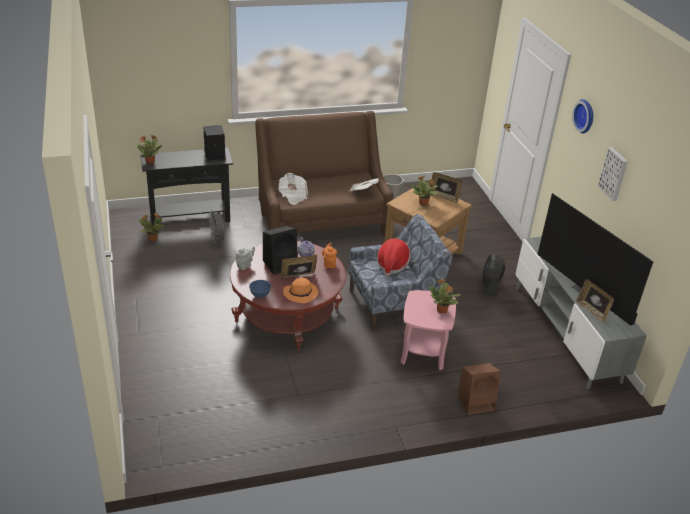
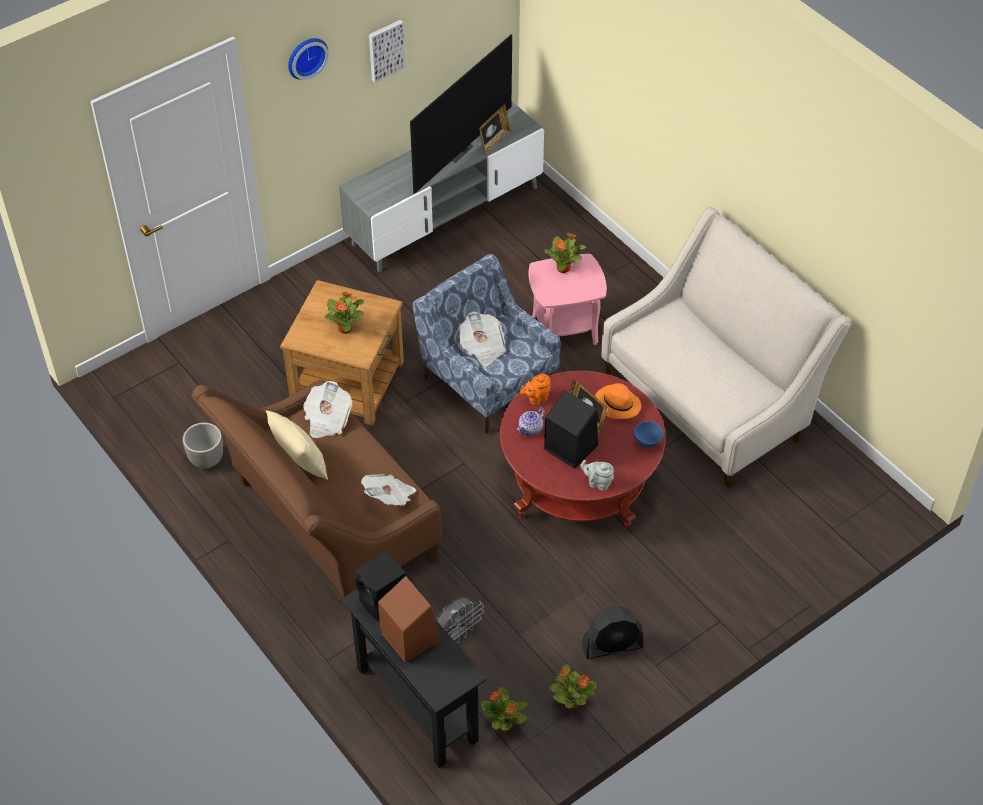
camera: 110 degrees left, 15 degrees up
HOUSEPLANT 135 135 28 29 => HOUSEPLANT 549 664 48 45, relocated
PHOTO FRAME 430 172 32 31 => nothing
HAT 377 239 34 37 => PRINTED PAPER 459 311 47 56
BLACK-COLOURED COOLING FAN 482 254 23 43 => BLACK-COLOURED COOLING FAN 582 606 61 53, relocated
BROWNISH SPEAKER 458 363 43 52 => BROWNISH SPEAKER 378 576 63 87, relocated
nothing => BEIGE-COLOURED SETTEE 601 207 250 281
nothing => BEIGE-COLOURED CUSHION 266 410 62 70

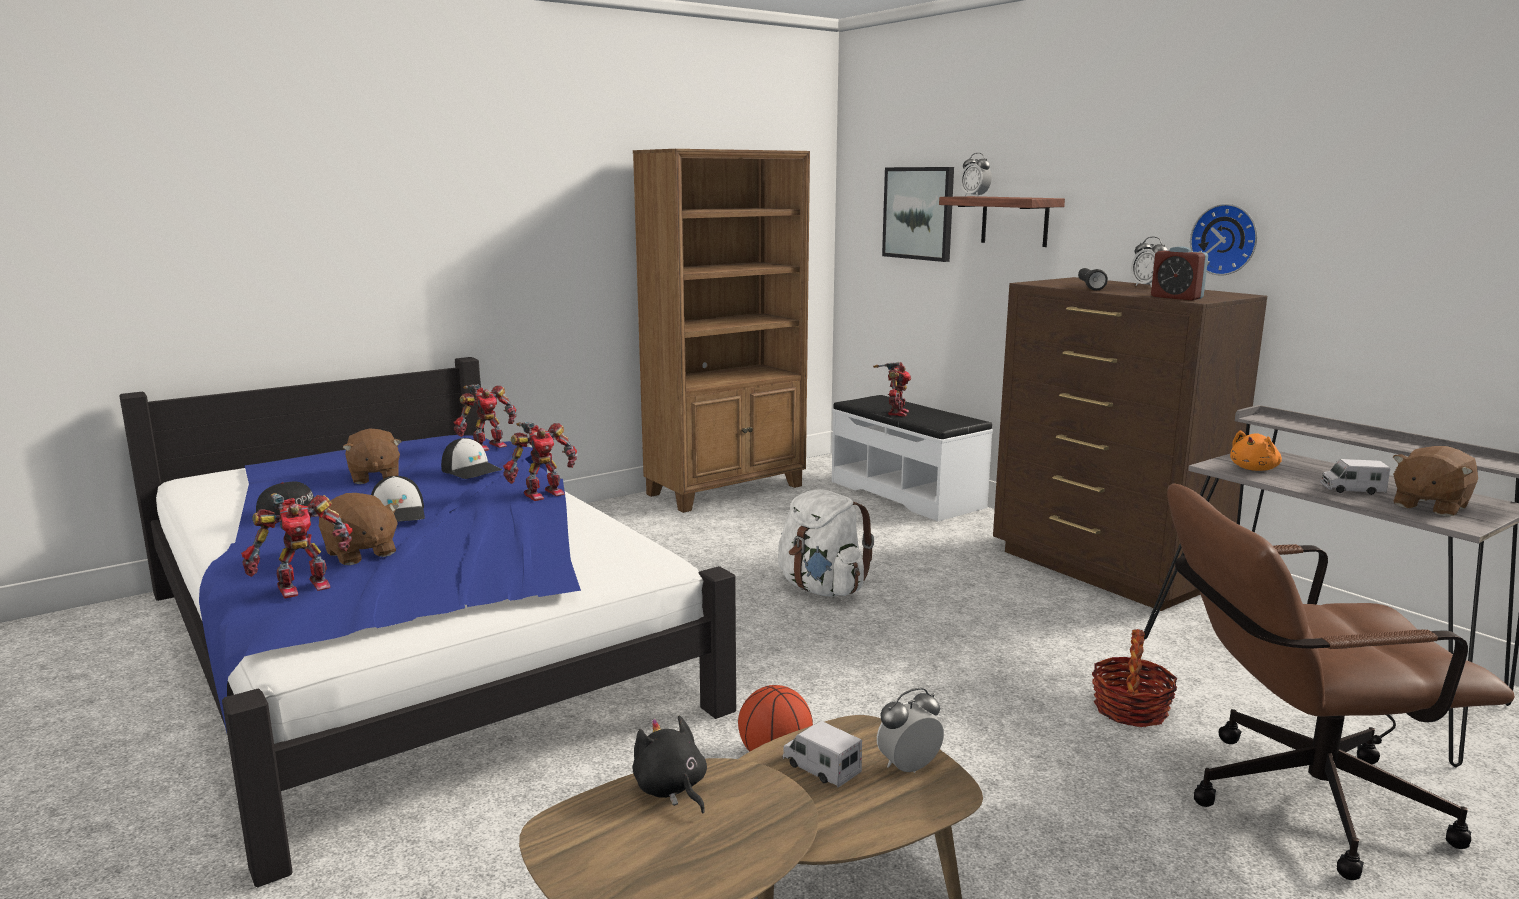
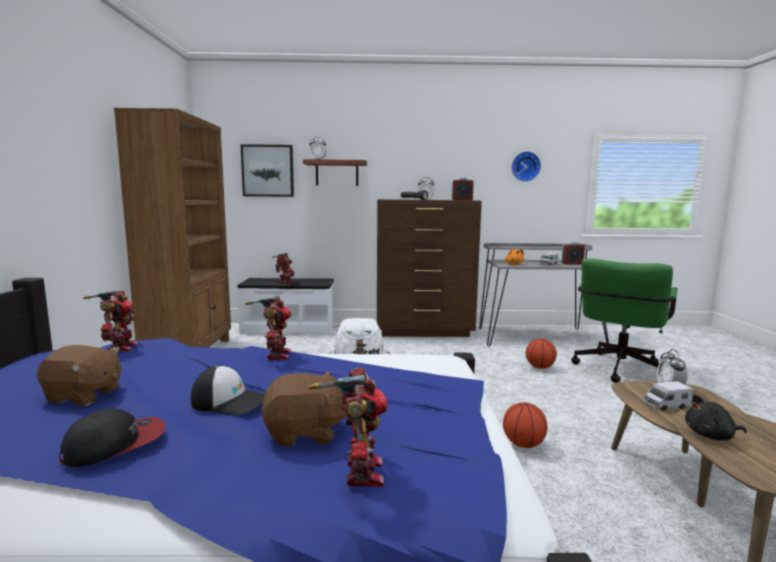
camera: 55 degrees left, 5 degrees down
CLOCK ON THE WALL 1190 204 67 72 => CLOCK ON THE WALL 512 151 29 31, relocated
PEAKED CAP 441 438 62 41 => nothing
BROWNISH SOFT TOY 1393 446 85 70 => ALARM CLOCK 561 242 24 23
BROWNISH OFFICE CHAIR 1167 483 348 397 => GREEN OFFICE CHAIR 571 259 107 124
BASKET 1092 629 86 98 => BALL FOR BASKETBALL 526 338 31 31

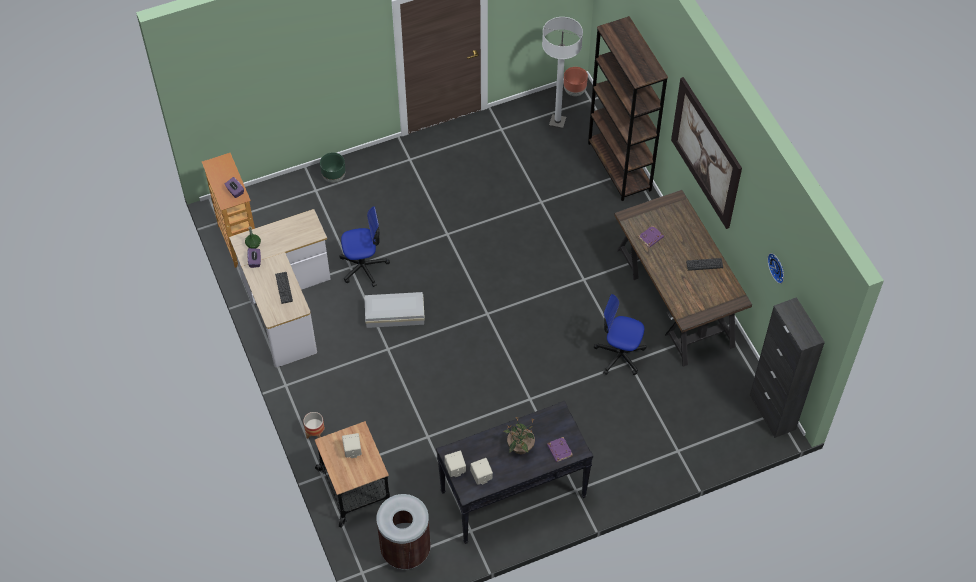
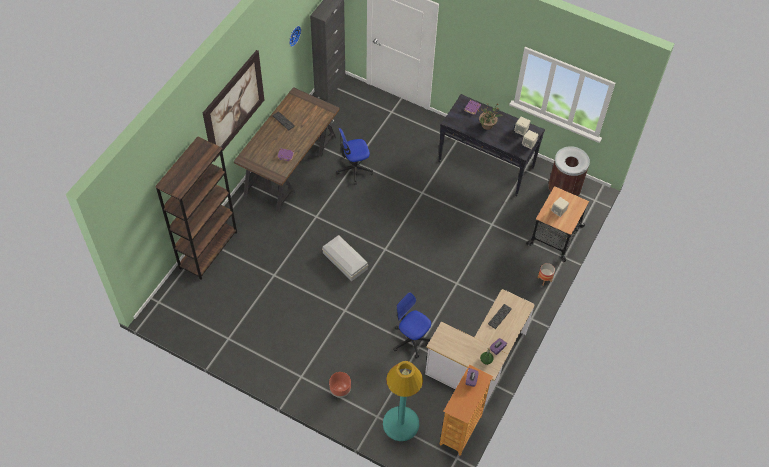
camera: 130 degrees left, 0 degrees up
WHITE-COLOURED STANDING LAMP 542 17 41 112 => nothing
BROWNISH FLOWER POT 564 67 24 29 => BROWNISH FLOWER POT 329 372 22 26, relocated
GREEN FLOWER POT 320 152 26 31 => nothing
WHITE-COLOURED STORAGE CONTAINER 365 292 60 36 => WHITE-COLOURED STORAGE CONTAINER 322 235 46 46, relocated
OFFICE CHAIR 594 294 52 81 => OFFICE CHAIR 336 128 37 57, 90 degrees clockwise
nothing => TURQUOISE STANDING LAMP 383 361 40 80

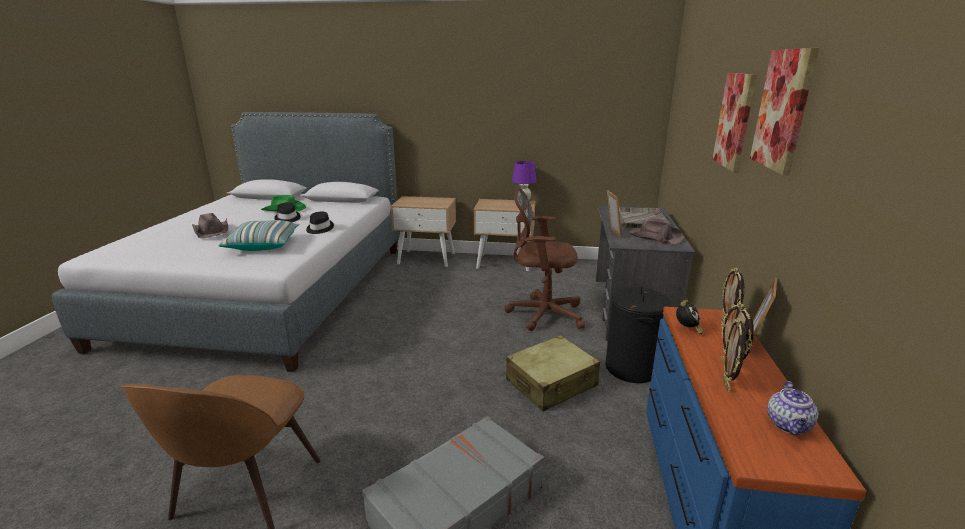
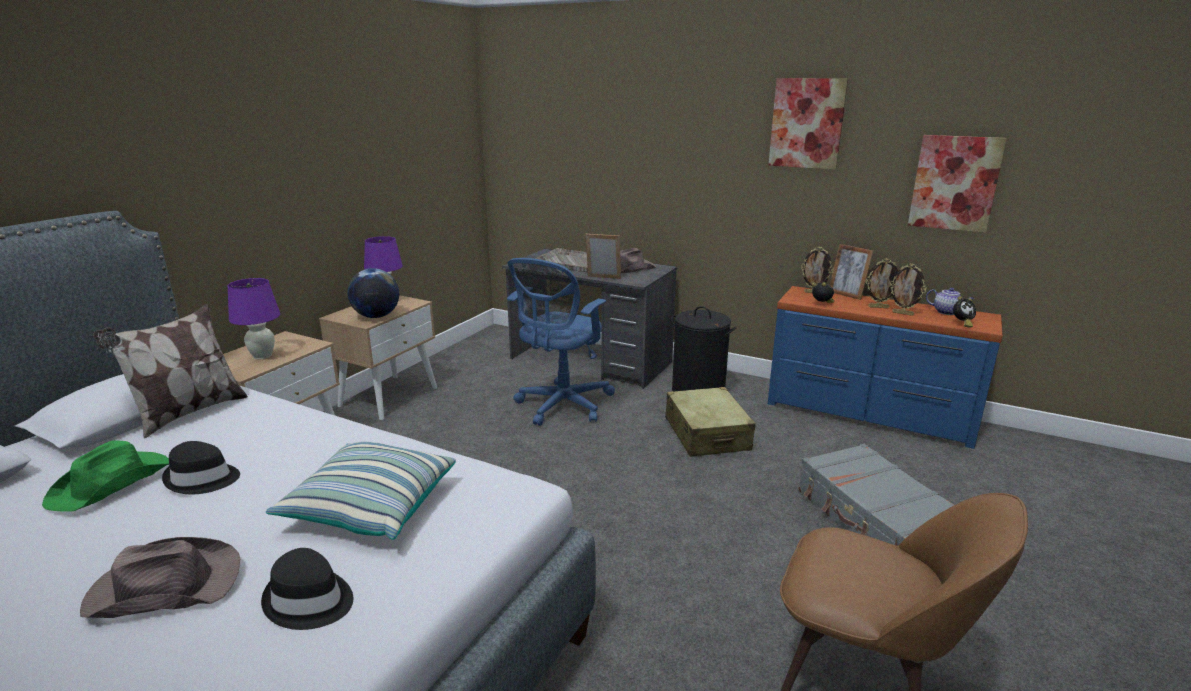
camera: 70 degrees left, 0 degrees up
WALL PICTURE 713 73 44 99 => WALL PICTURE 908 135 99 98, relocated
BROWNISH OFFICE CHAIR 504 187 81 144 => BLUE OFFICE CHAIR 507 258 108 168
BLACK-COLOURED HAT 306 212 28 22 => BLACK-COLOURED HAT 261 548 92 82, relocated
nothing => WORLD GLOBE 347 268 52 50
nothing => PURPLE TABLETOP LAMP 227 278 53 81
nothing => ALARM CLOCK 953 296 23 32
nothing => CUSHION 93 304 155 135

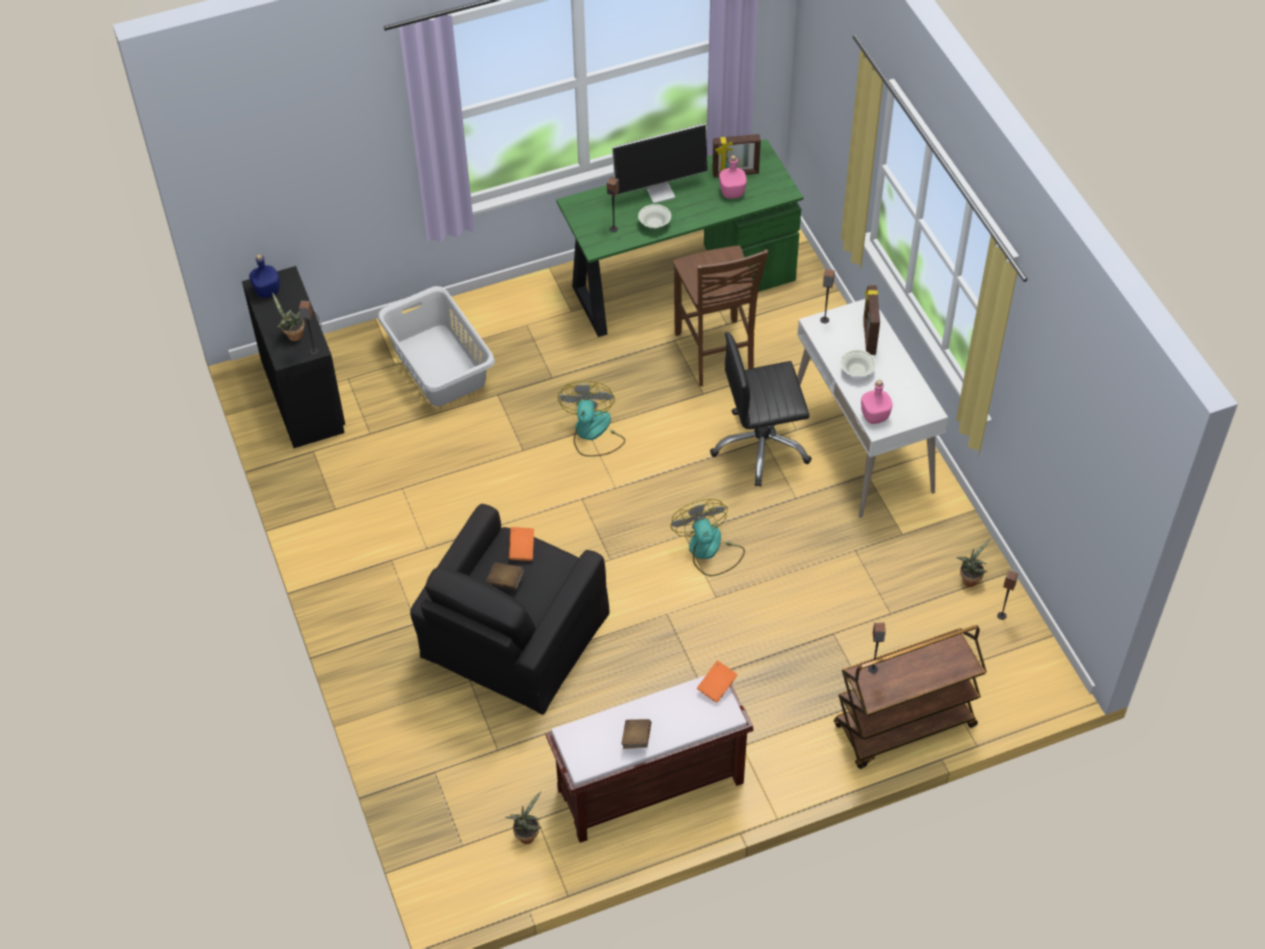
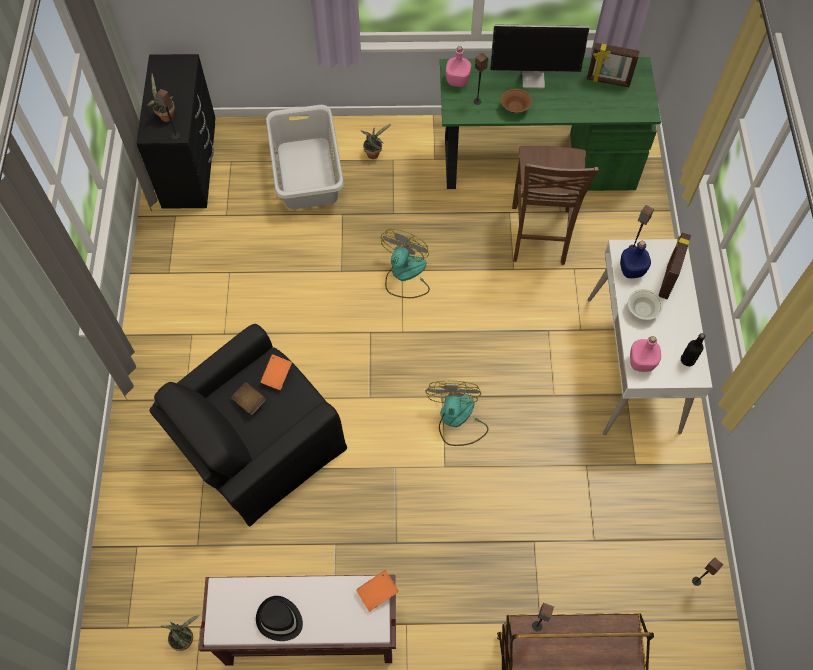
camera: 20 degrees right, 10 degrees up
PINKISH BOTTLE 719 155 28 44 => PINKISH BOTTLE 446 46 25 41, relocated
WHITE-COLOURED BOWL 638 204 33 25 => BROWNISH BOWL 501 89 31 24
BLUE BOTTLE 249 254 31 44 => BLUE BOTTLE 620 241 31 37, relocated
BLACK-COLOURED OFFICE CHAIR 710 332 102 155 => nothing
HOUSEPLANT 956 538 35 49 => HOUSEPLANT 360 124 31 35, relocated
BROWNISH BOUND BOOK 621 719 30 30 => BLACK-COLOURED HAT 256 596 47 45
nothing => BLACK-COLOURED BOTTLE 681 333 24 33

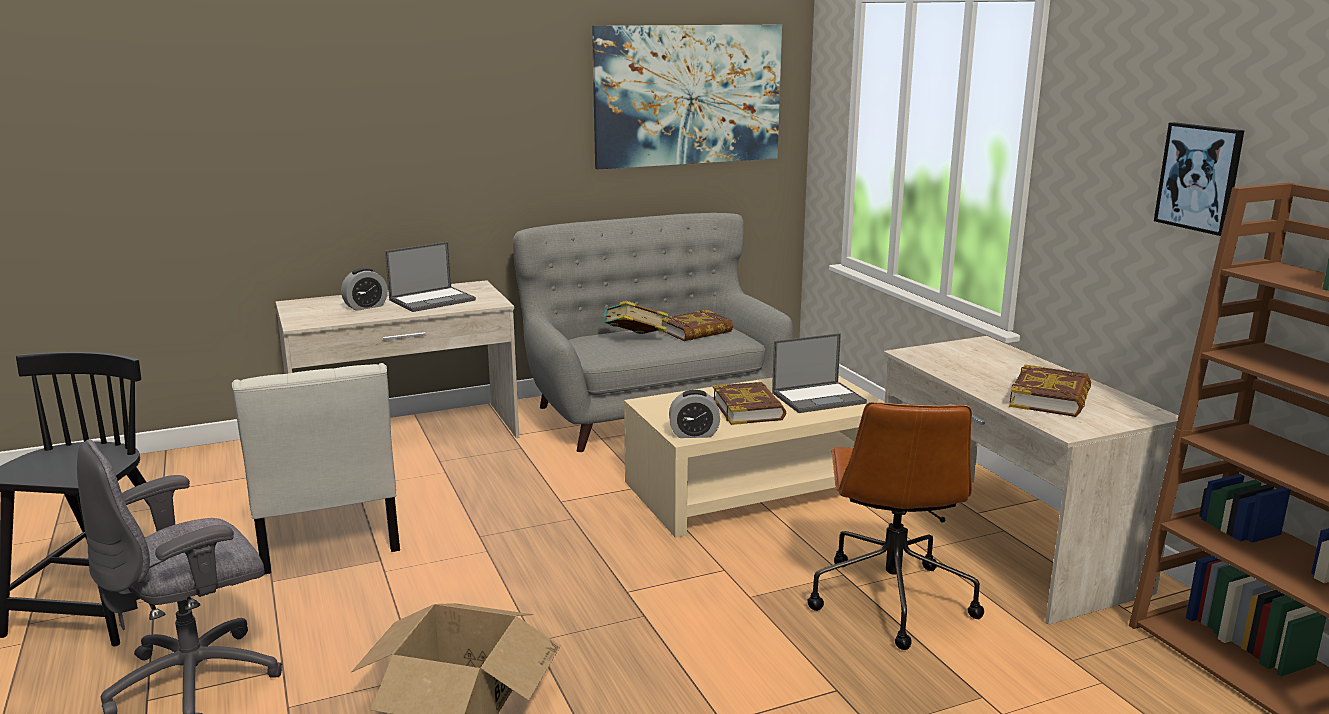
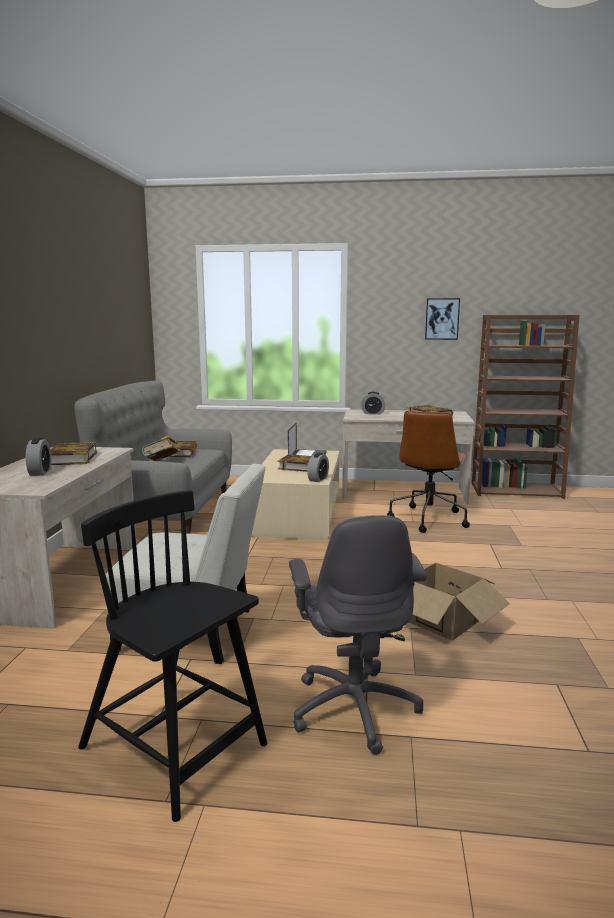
camera: 60 degrees left, 5 degrees down
WALL PICTURE 592 25 190 145 => nothing
NOTEBOOK COMPUTER 385 242 91 70 => BOUND BOOK 50 442 47 23
BROWNISH OFFICE CHAIR 807 402 177 248 => BROWNISH OFFICE CHAIR 387 411 83 122, 75 degrees clockwise
nothing => ALARM CLOCK 361 392 24 22

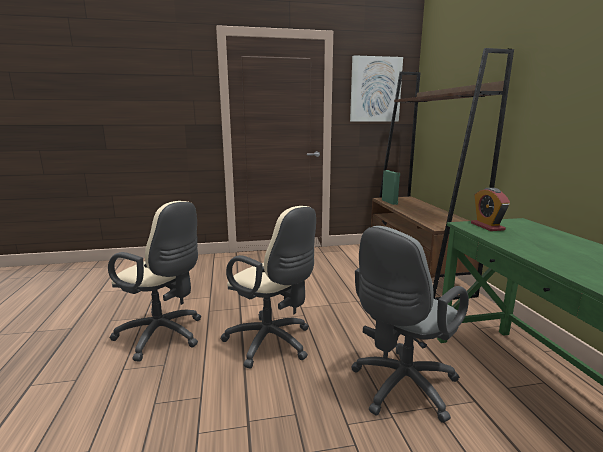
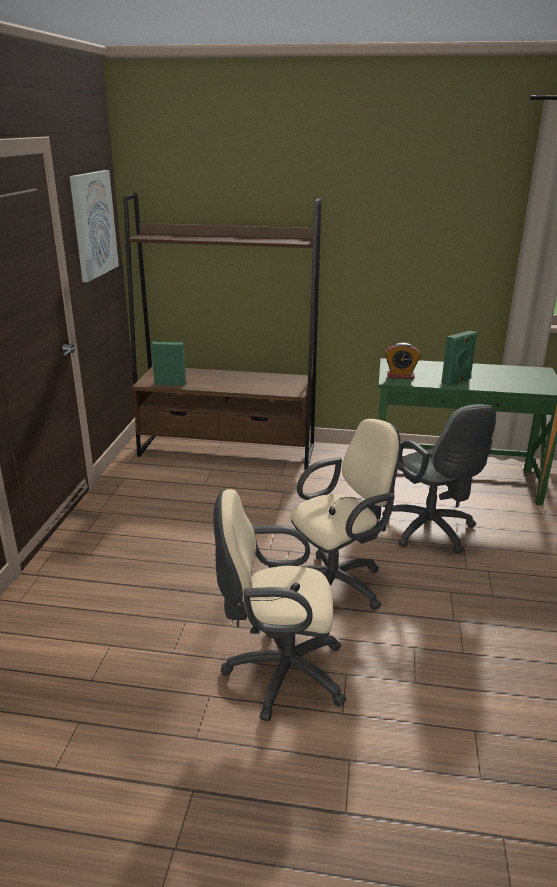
camera: 70 degrees left, 10 degrees up
BEIGE-COLOURED OFFICE CHAIR 108 201 93 161 => BEIGE-COLOURED OFFICE CHAIR 213 489 133 232, 135 degrees counterclockwise
nothing => GREEN SPEAKER 441 331 36 55

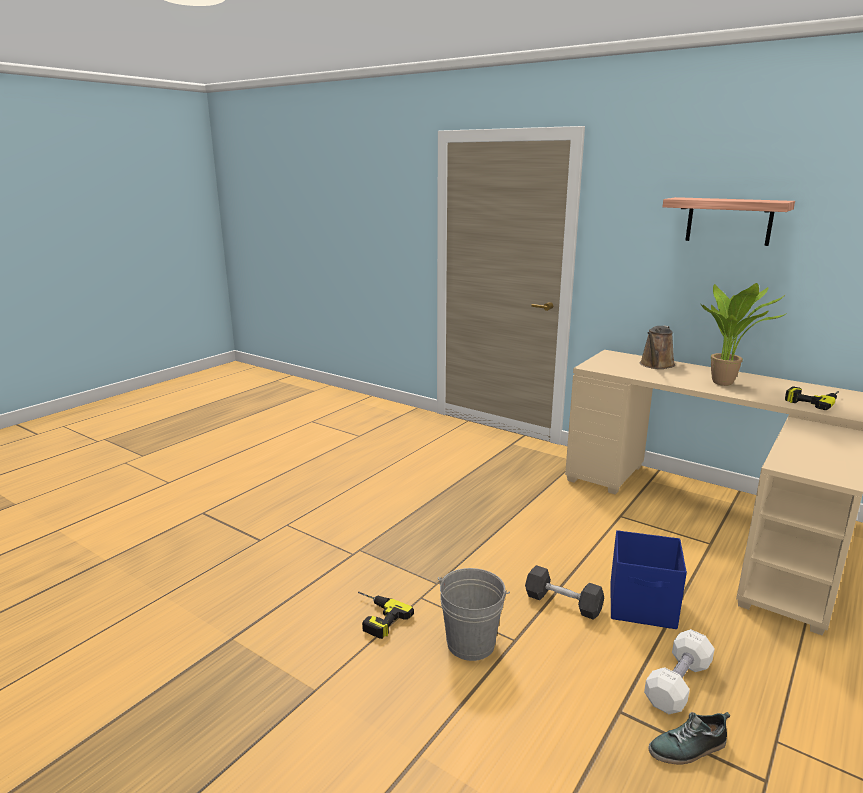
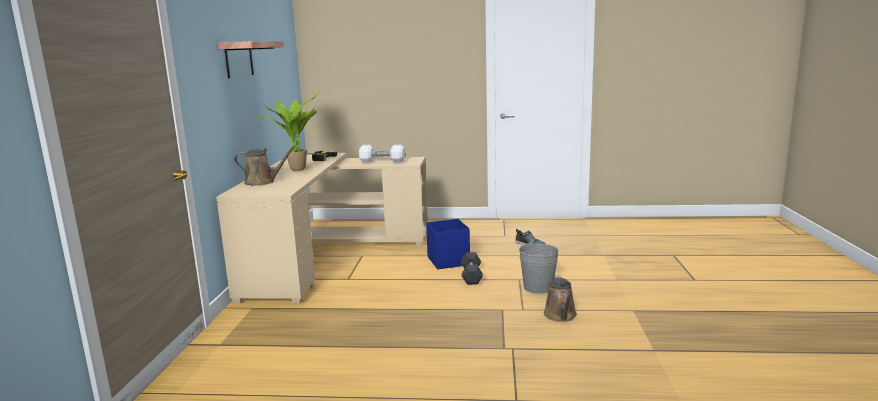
camera: 120 degrees left, 5 degrees down
ELECTRIC DRILL 358 591 56 48 => BROWNISH WATERING POT 544 275 33 47
WHITE-COLOURED HAND WEIGHT 644 629 71 85 => WHITE-COLOURED HAND WEIGHT 359 145 46 17, relocated

